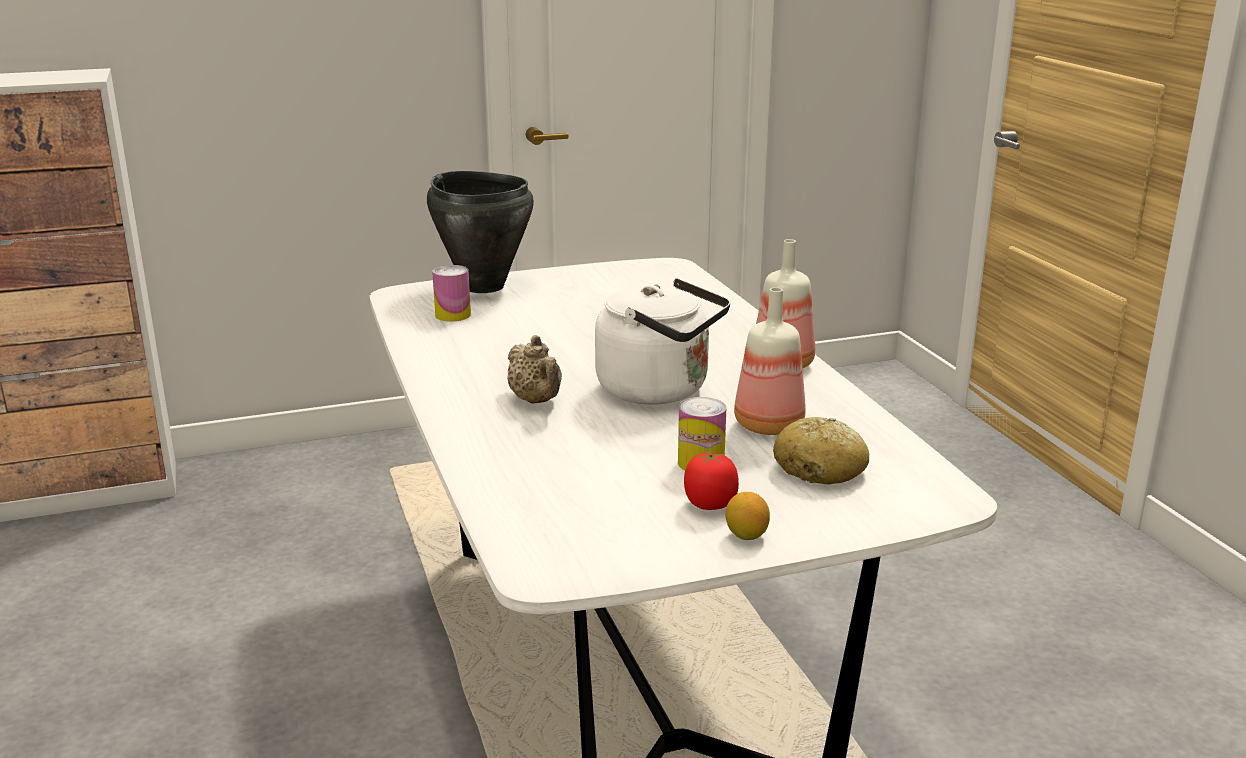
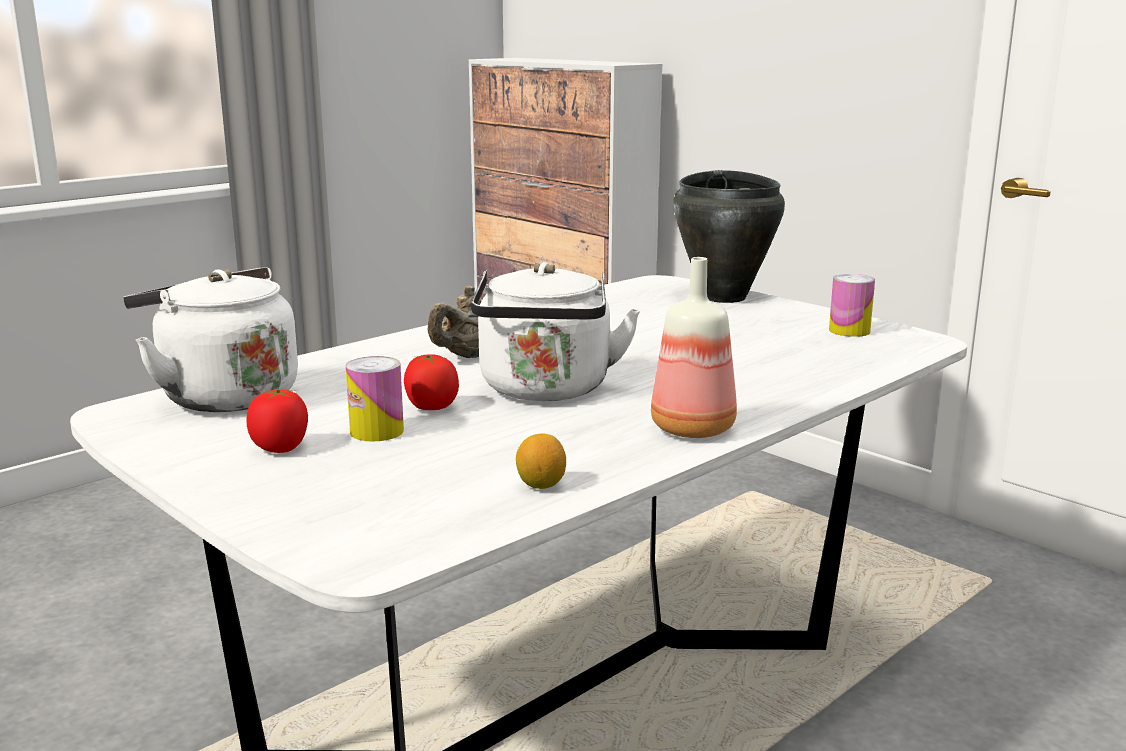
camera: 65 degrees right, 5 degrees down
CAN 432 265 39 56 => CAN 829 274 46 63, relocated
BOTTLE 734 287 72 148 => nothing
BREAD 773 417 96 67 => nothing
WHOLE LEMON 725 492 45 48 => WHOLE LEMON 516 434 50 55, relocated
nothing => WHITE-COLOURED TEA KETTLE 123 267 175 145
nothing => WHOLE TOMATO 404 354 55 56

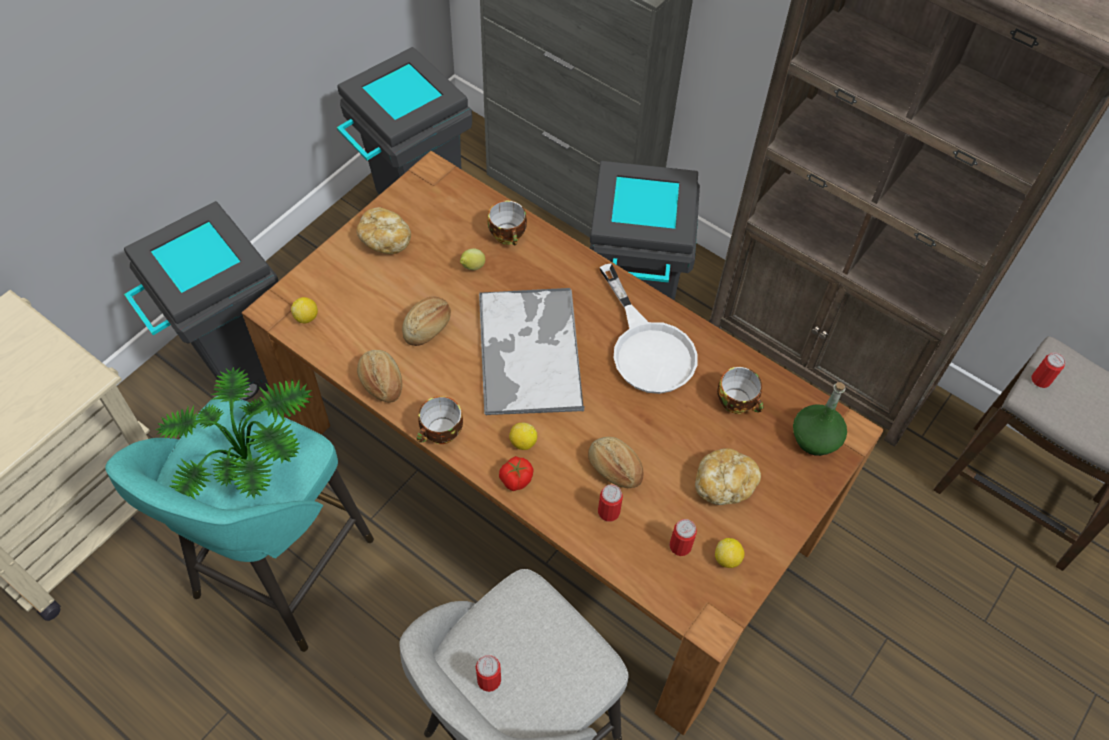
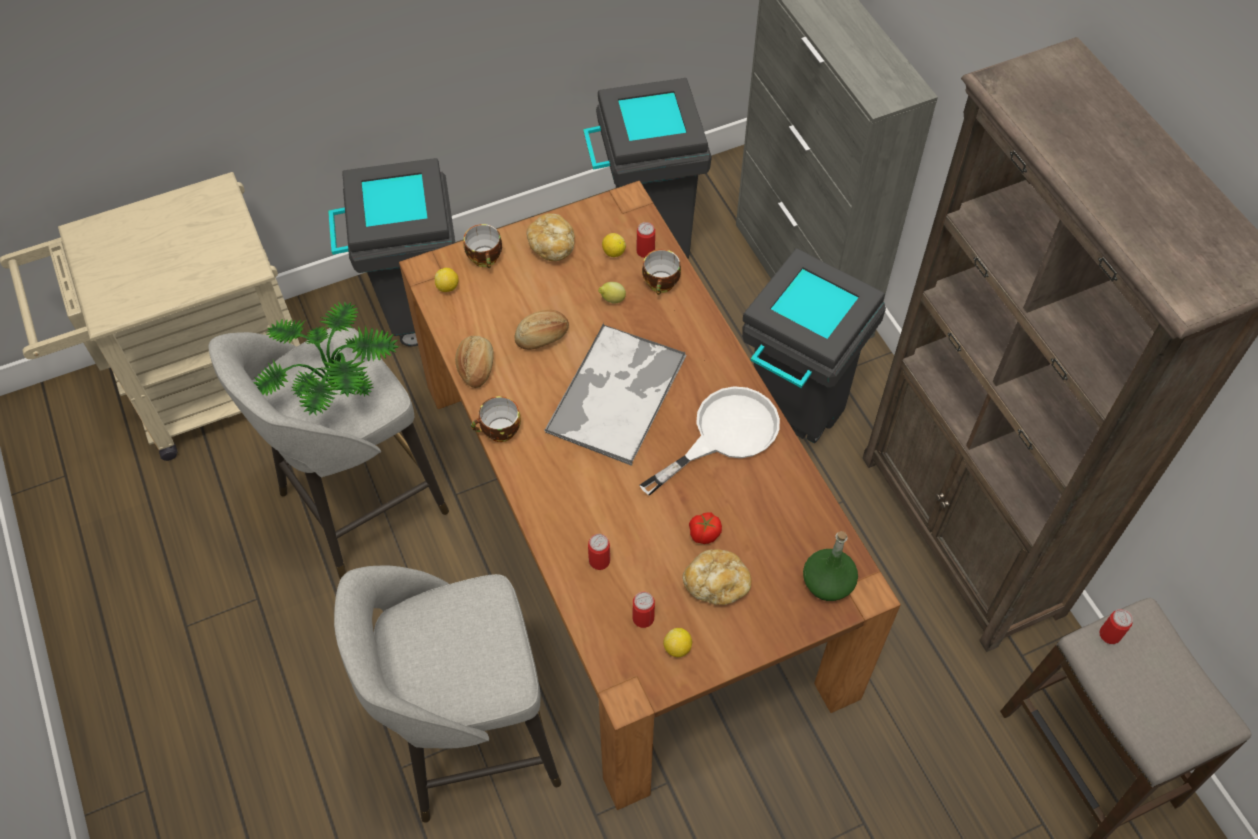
camera: 30 degrees right, 0 degrees up
WHITE-COLOURED FRYING PAN 600 263 98 131 => WHITE-COLOURED FRYING PAN 639 386 141 110, 135 degrees counterclockwise
SMALL CUP 717 367 47 47 => SMALL CUP 464 224 38 44, relocated
TURQUOISE STOOL 105 395 269 257 => GREYISH STOOL 208 327 241 252
WHOLE LEMON 509 422 28 28 => WHOLE LEMON 602 233 24 24, relocated
BREAD 588 437 55 51 => nothing
WHOLE TOMATO 499 456 35 35 => WHOLE TOMATO 689 512 33 32, relocated
CAN 476 655 25 37 => CAN 637 222 18 36, relocated

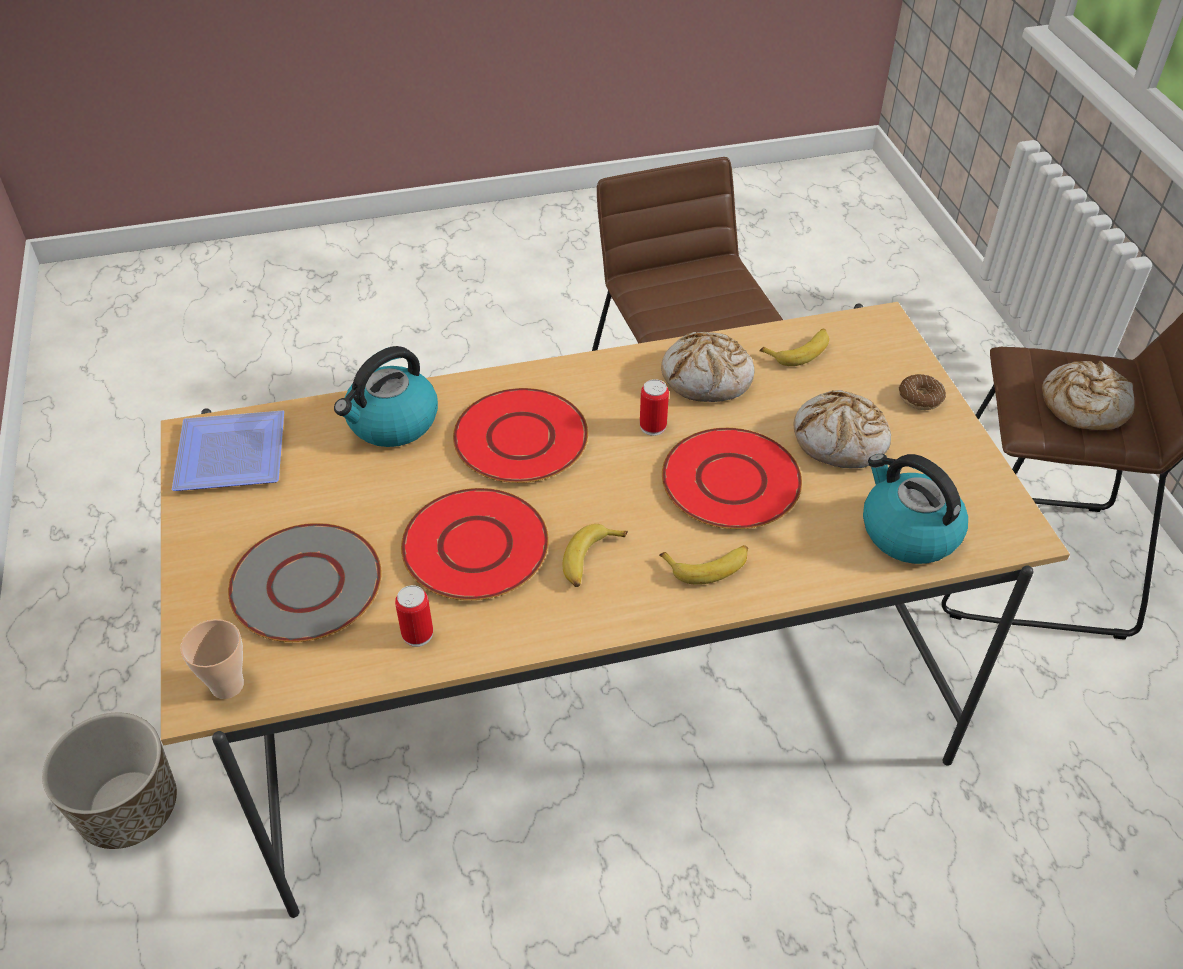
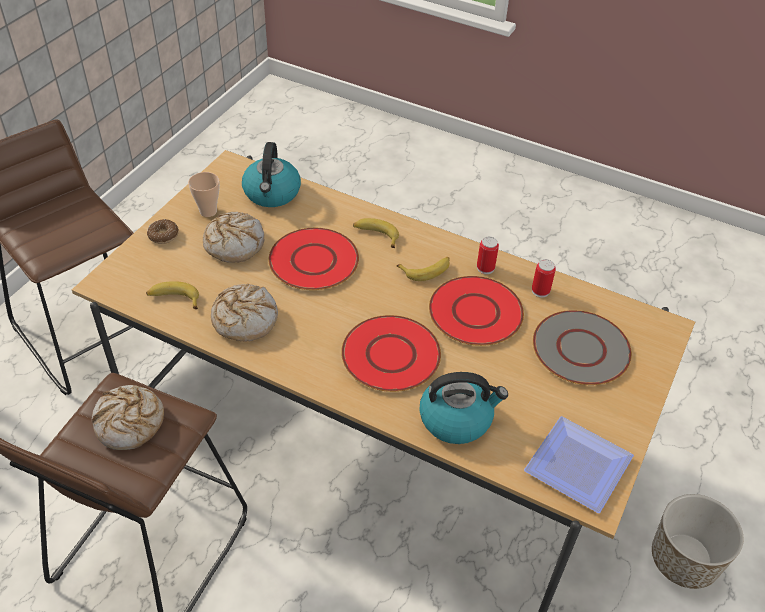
camera: 140 degrees left, 0 degrees up
BREAD 1042 360 93 70 => BREAD 92 385 72 65, relocated
CAN 640 379 29 57 => CAN 477 237 22 37, relocated
SMALL CUP 180 619 64 80 => SMALL CUP 188 172 32 45, relocated

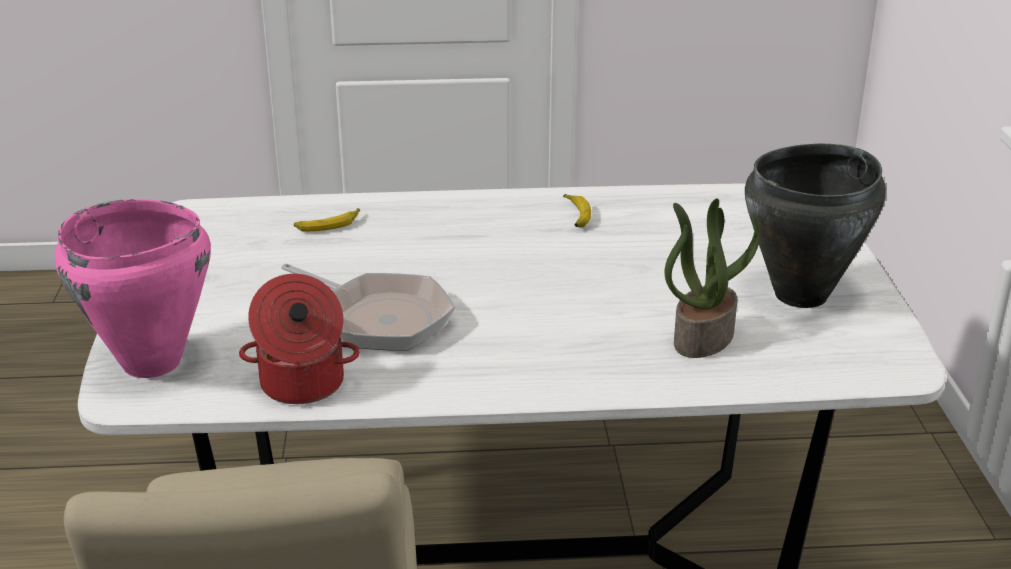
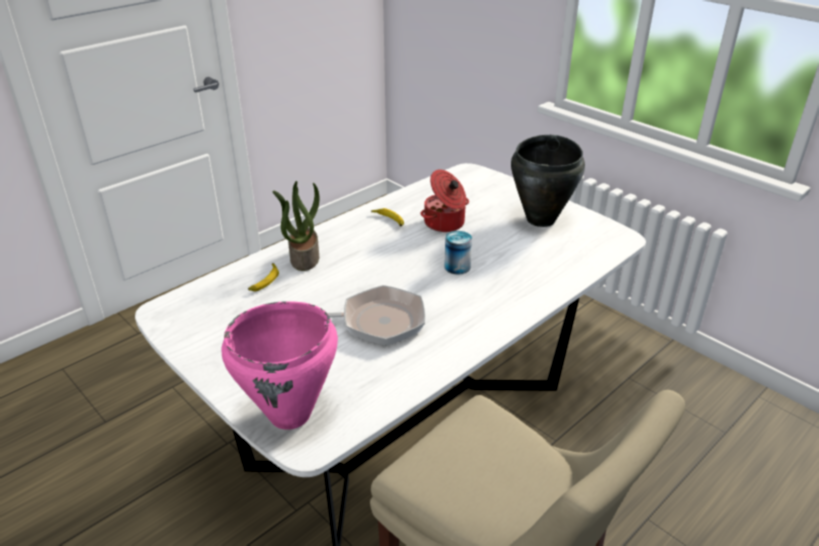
camera: 40 degrees left, 5 degrees up
HOUSEPLANT 664 199 96 159 => HOUSEPLANT 272 181 47 90, relocated
COOKING POT 239 274 121 130 => COOKING POT 421 169 48 63, relocated
nothing => CAN 444 231 28 43

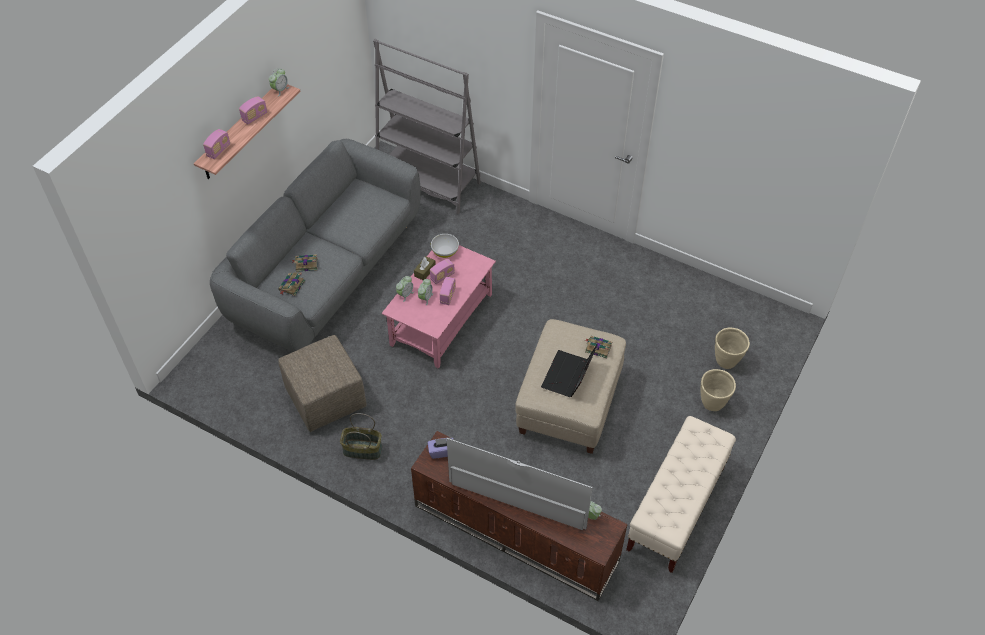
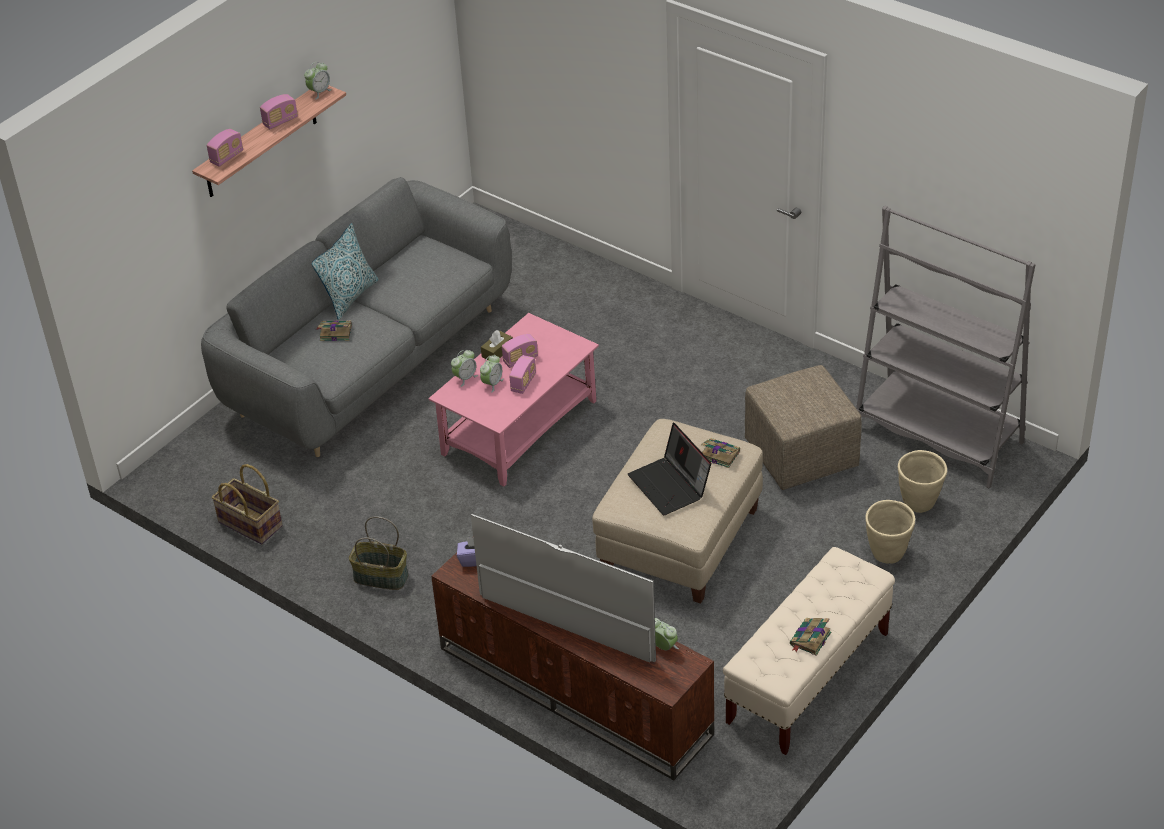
camera: 10 degrees right, 10 degrees down
GREYISH BOOKSHELF 373 39 108 175 => GREYISH BOOKSHELF 856 206 180 282, relocated
WHITE-COLOURED BOWL 431 234 28 24 => nothing
BOUND BOOK 278 272 27 24 => BOUND BOOK 790 618 41 38, relocated
BEIGE-COLOURED FOOTREST 278 335 89 97 => BEIGE-COLOURED FOOTREST 745 365 117 125, relocated
NOTEBOOK COMPUTER 541 344 57 53 => NOTEBOOK COMPUTER 627 423 84 92, 60 degrees counterclockwise
nothing => CUSHION 311 223 68 97
nothing => BASKET 212 464 71 81

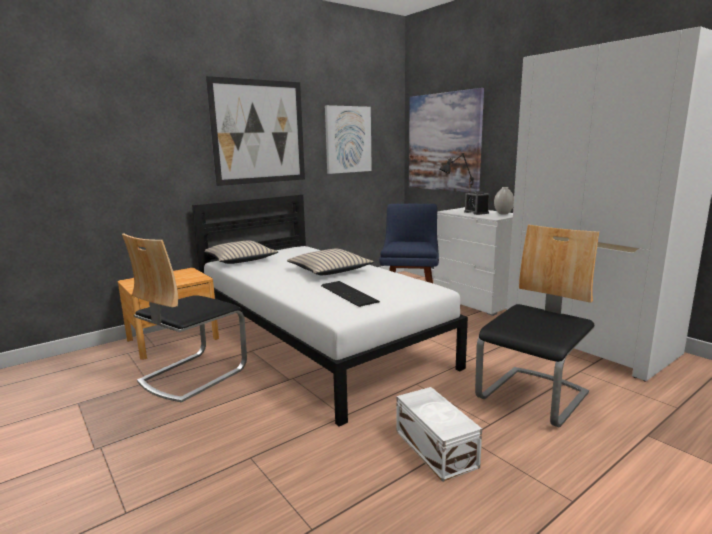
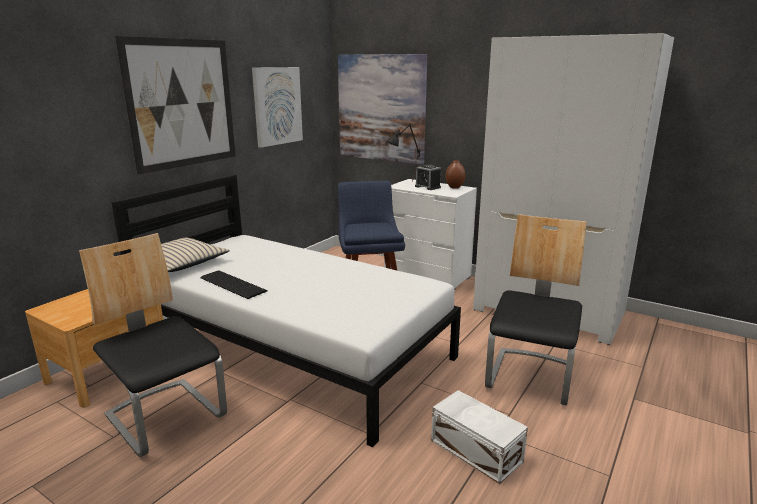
camera: 20 degrees left, 5 degrees up
WHITE-COLOURED FLOWER VASE 494 187 20 27 => BROWNISH FLOWER VASE 445 160 21 29
UPRIGHT CHAIR 122 233 125 170 => UPRIGHT CHAIR 79 233 148 224, 120 degrees clockwise
BEIGE-COLOURED CUSHION 287 249 87 26 => nothing
COMPUTER KEYBOARD 321 281 59 26 => COMPUTER KEYBOARD 200 270 68 29, relocated

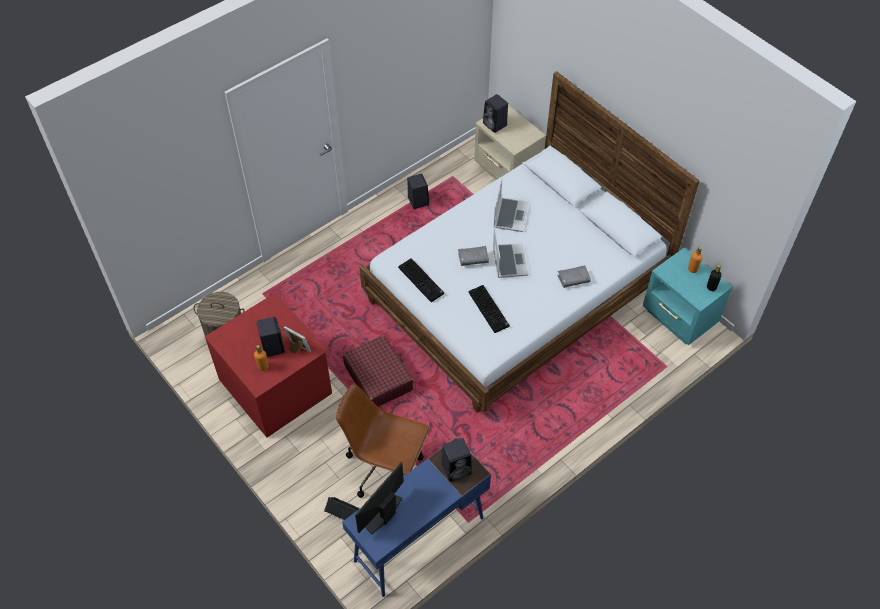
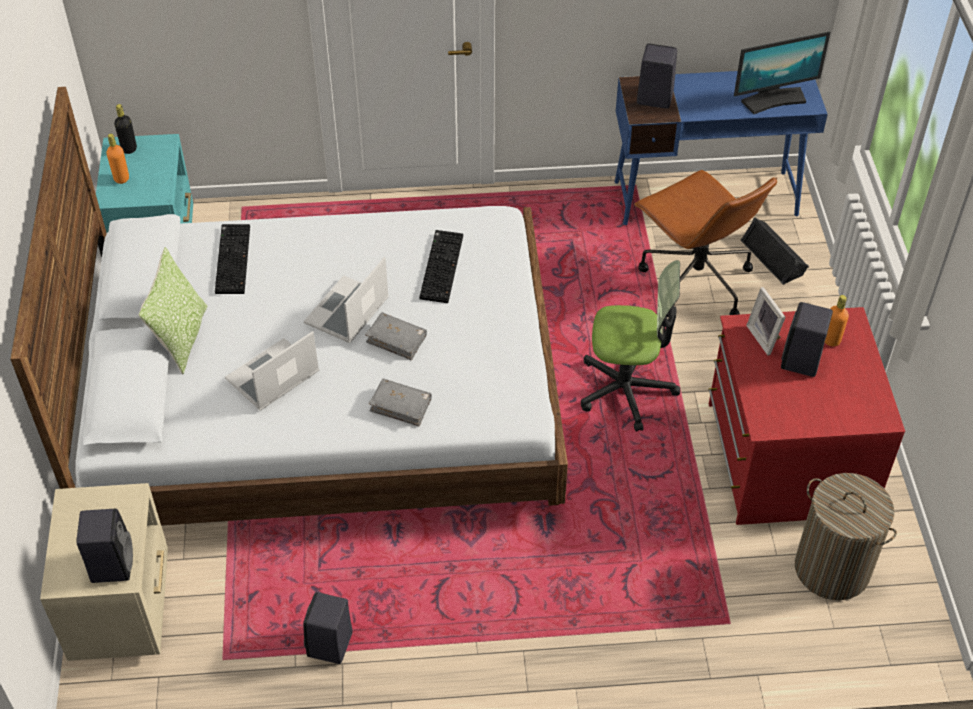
camera: 145 degrees left, 5 degrees down
COMPUTER KEYBOARD 398 258 46 44 => COMPUTER KEYBOARD 215 224 35 70, relocated
GREYISH BOUND BOOK 557 265 34 23 => GREYISH BOUND BOOK 369 378 63 49, relocated
REDDISH SUITCASE 343 335 70 72 => OFFICE CHAIR 581 260 99 172
nothing => CUSHION 139 247 69 128

